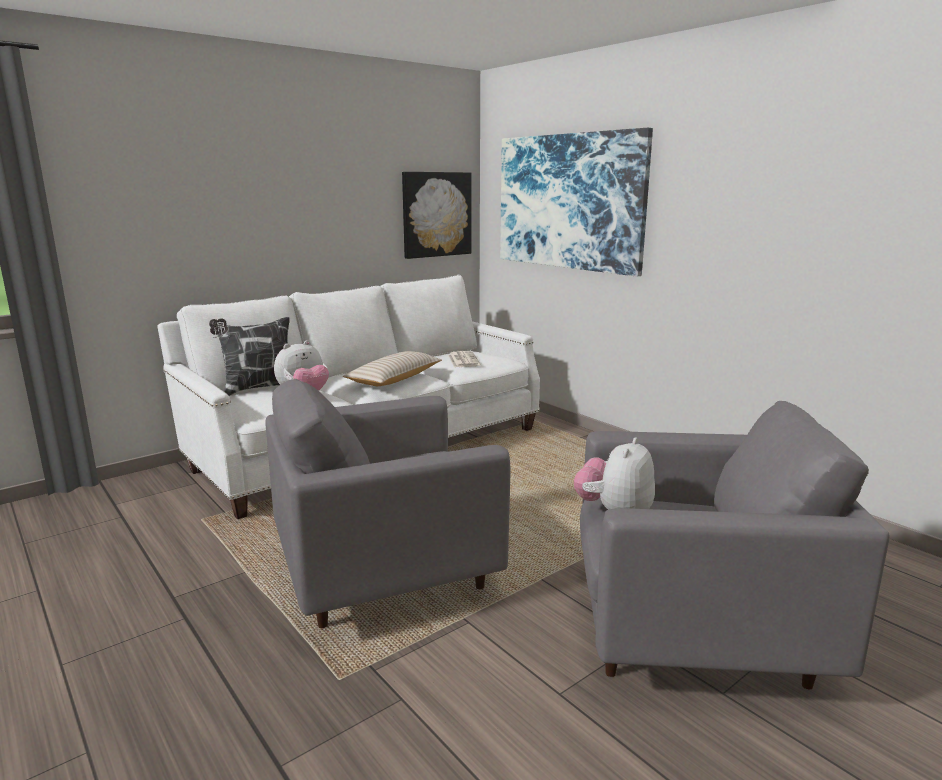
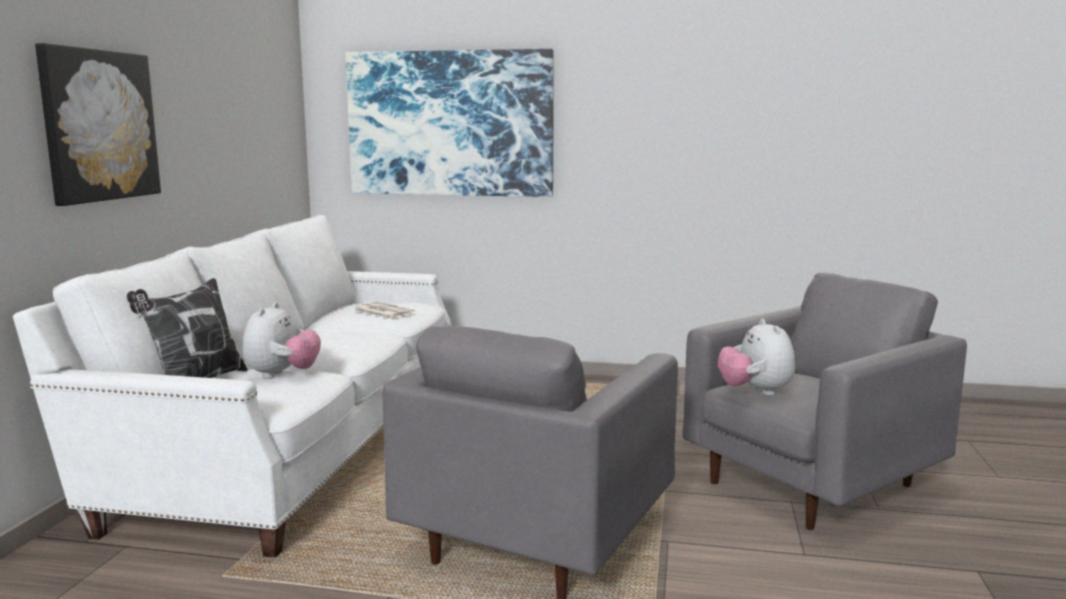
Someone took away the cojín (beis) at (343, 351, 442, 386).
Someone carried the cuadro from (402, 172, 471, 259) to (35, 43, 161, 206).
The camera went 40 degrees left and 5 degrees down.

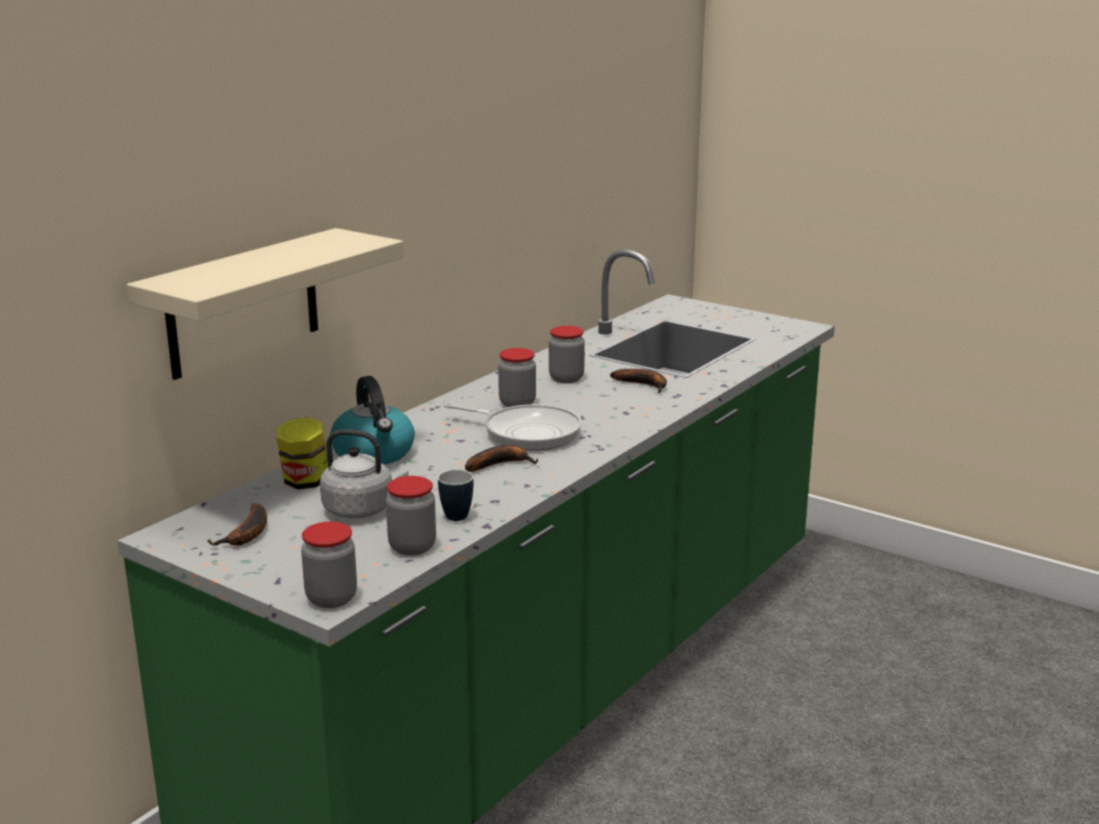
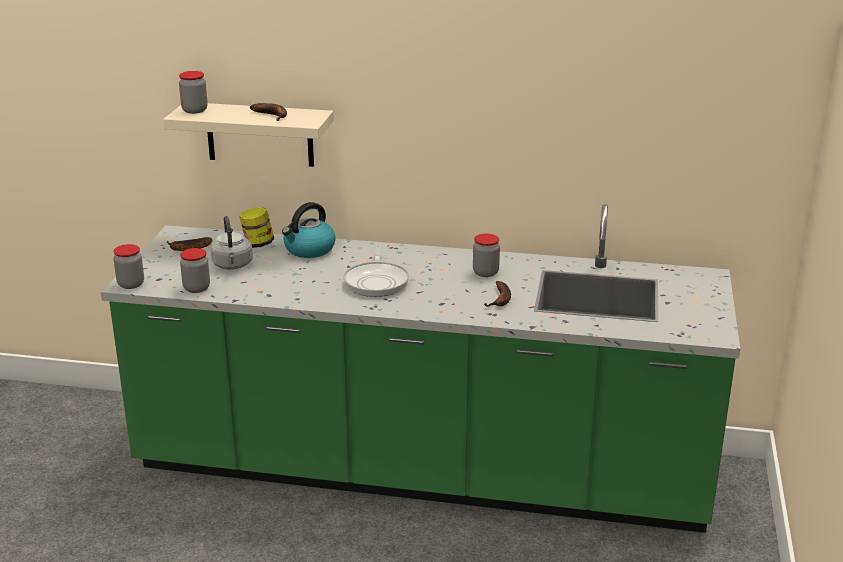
Someone took away the taza grande at (438, 470, 473, 521).
Someone carried the plátano from (465, 445, 538, 472) to (250, 103, 287, 121).
Someone carried the tarro from (498, 348, 536, 407) to (179, 71, 208, 114).
The camera went 65 degrees right and 5 degrees up.

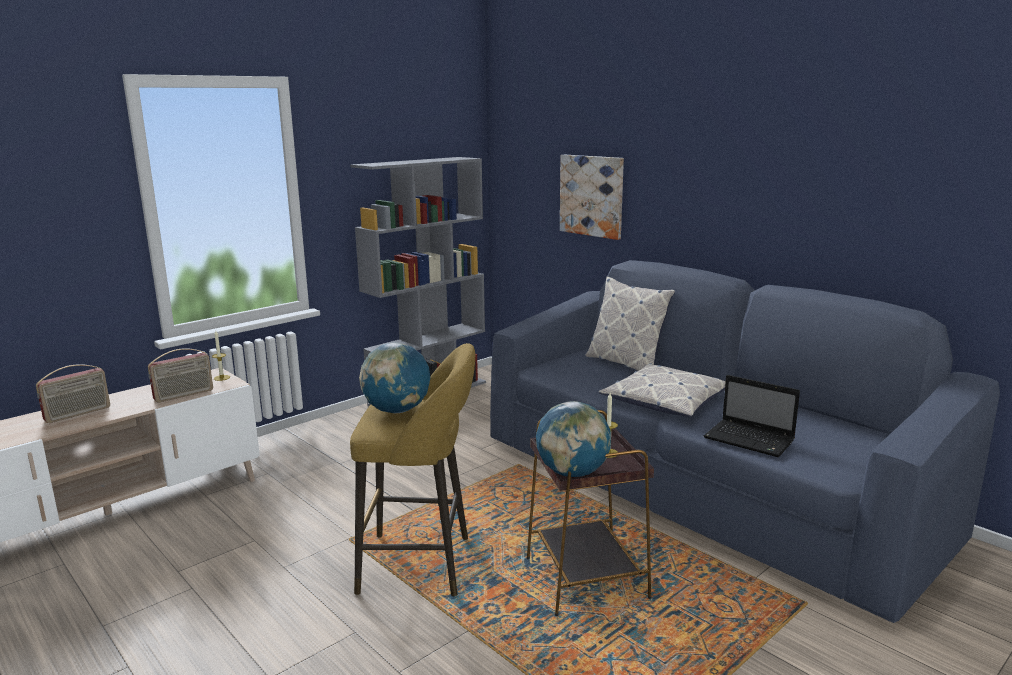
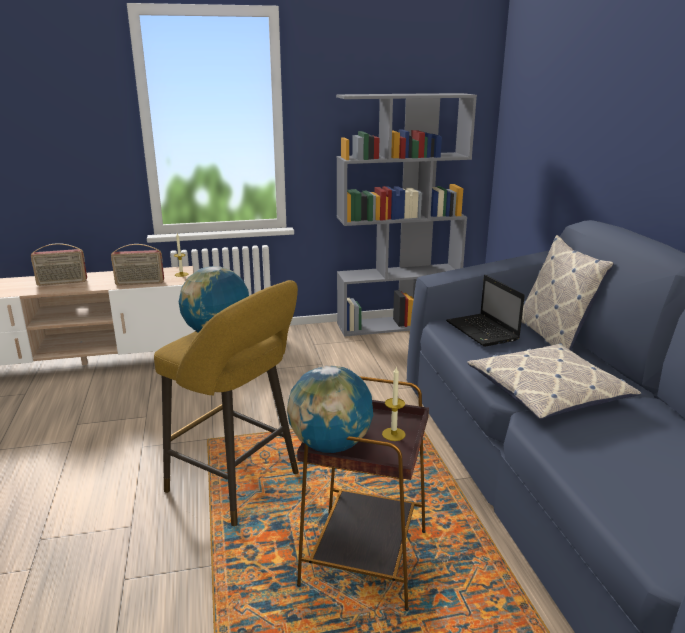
Someone took away the cuadro at (560, 155, 624, 240).
Someone carried the portátil from (704, 375, 800, 457) to (446, 275, 525, 347).
The camera went 30 degrees right and 5 degrees up.

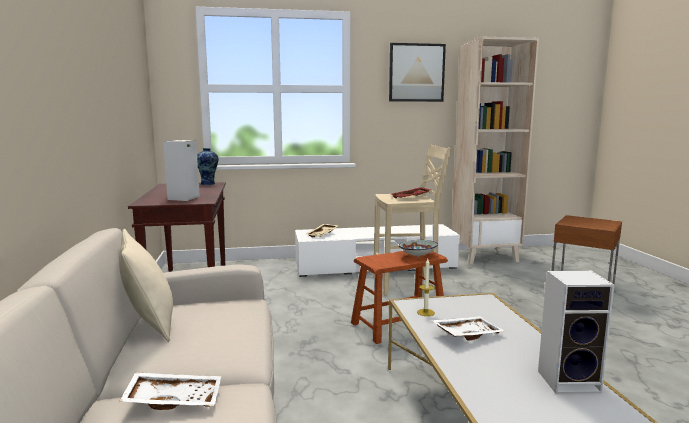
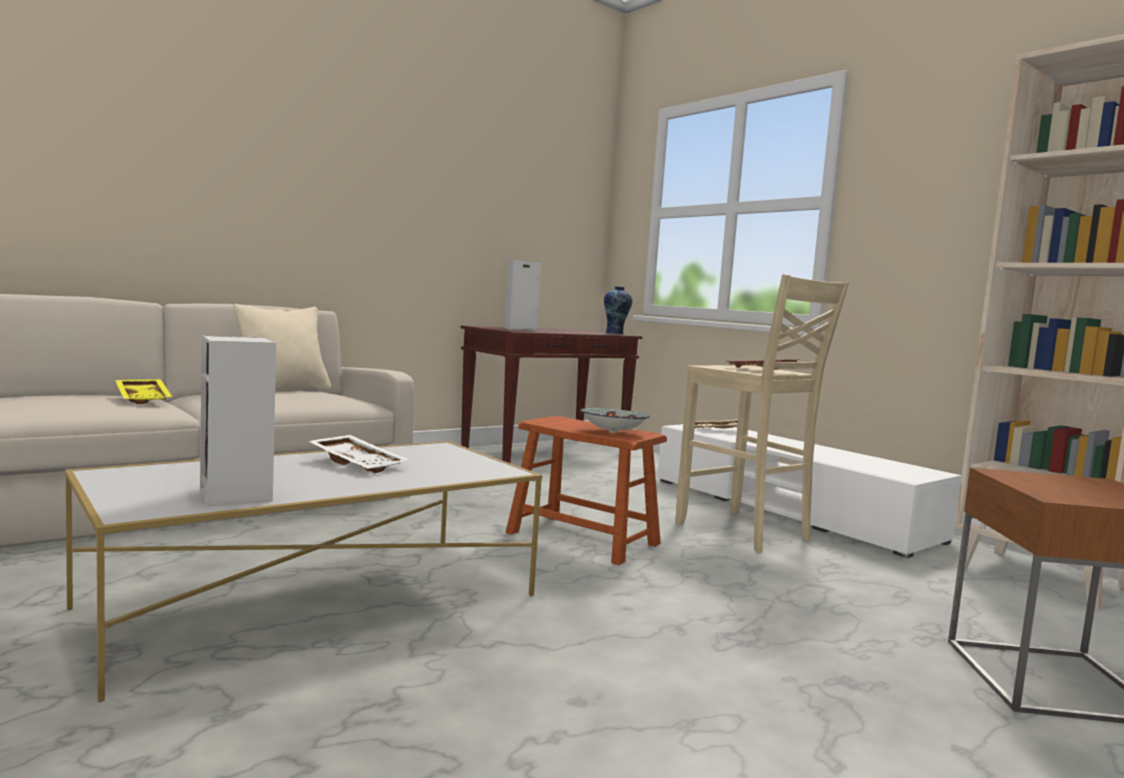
Someone took away the cuadro at (389, 43, 446, 102).
Someone took away the vela at (417, 259, 435, 316).
Someone repainted the bandeja (blanco) at (120, 372, 221, 410), which became the bandeja (amarillo) at (115, 379, 172, 404).
The camera went 60 degrees right and 5 degrees down.

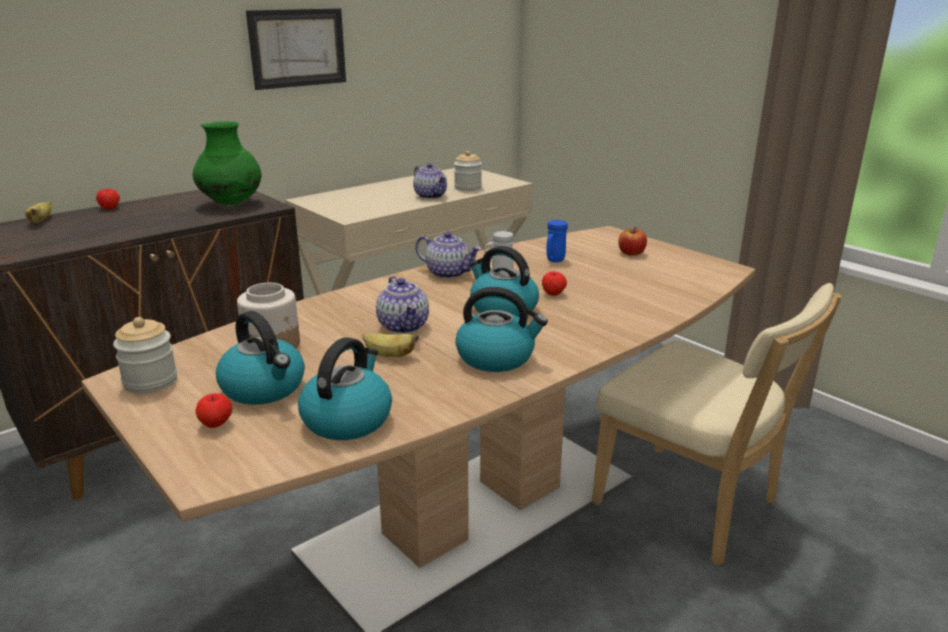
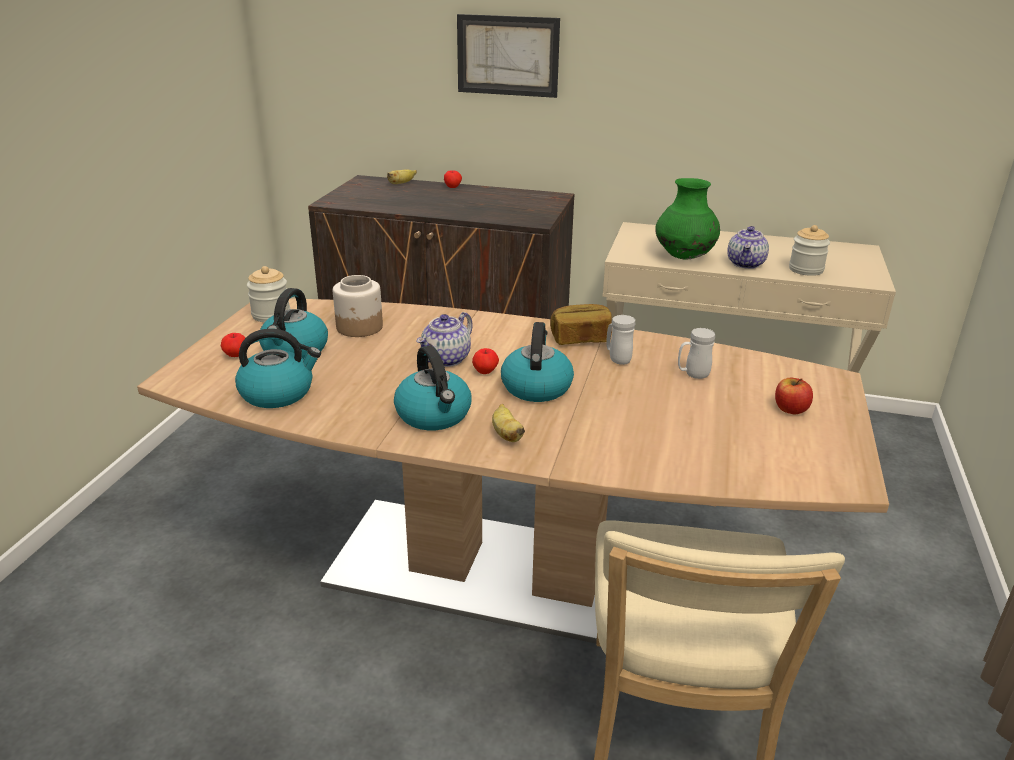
Someone carried the florero (verde) from (193, 121, 262, 205) to (655, 178, 720, 260).
Someone carried the cuadro from (246, 8, 346, 90) to (457, 14, 560, 98).
Someone carried the plátano from (362, 333, 419, 357) to (492, 404, 525, 442).
Someone carried the manzana from (542, 272, 567, 296) to (472, 348, 499, 374).
Someone swapped the tetera at (415, 232, 481, 279) for the pan at (550, 304, 612, 345).
Someone repainted the taza grande (azul) at (547, 220, 568, 262), which became the taza grande (blanco) at (678, 328, 715, 379).
The camera went 55 degrees right and 5 degrees up.

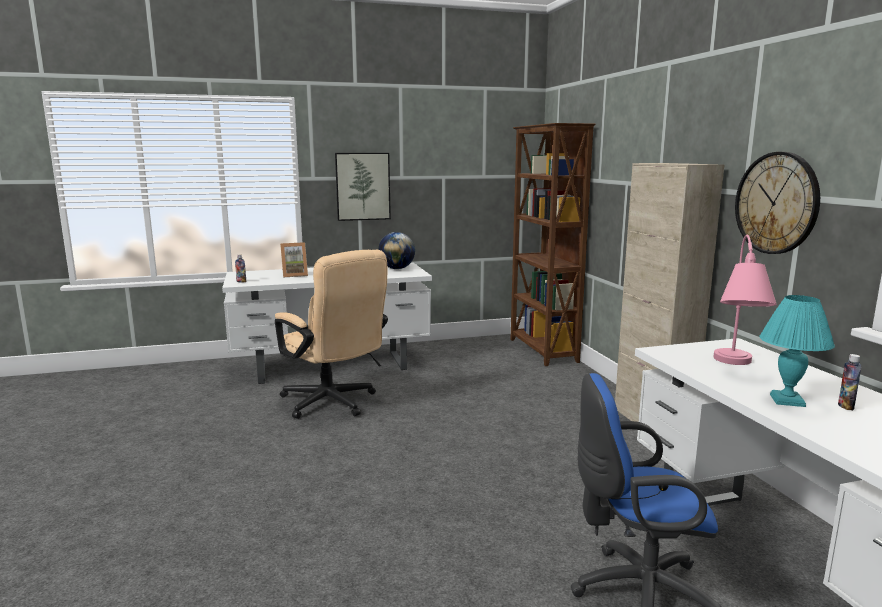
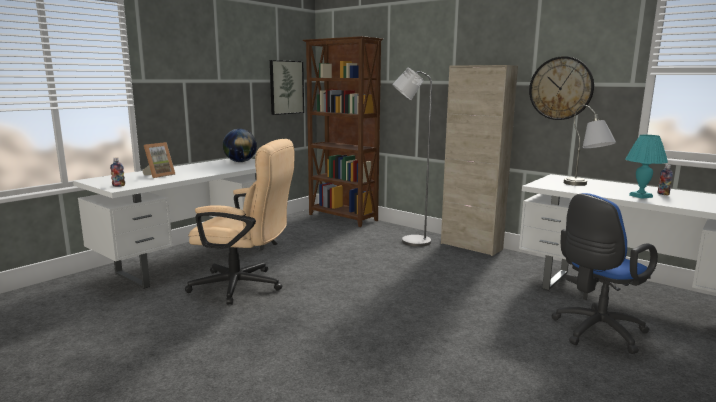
Someone put down the lámpara de pie (gris) at (392, 68, 432, 247).
Someone carried the cuadro from (335, 153, 391, 221) to (270, 60, 304, 115).
Someone repainted the lámpara de mesa (rosa) at (713, 235, 777, 365), which became the lámpara de mesa (gris) at (564, 105, 616, 186).
The camera went 35 degrees left and 0 degrees up.

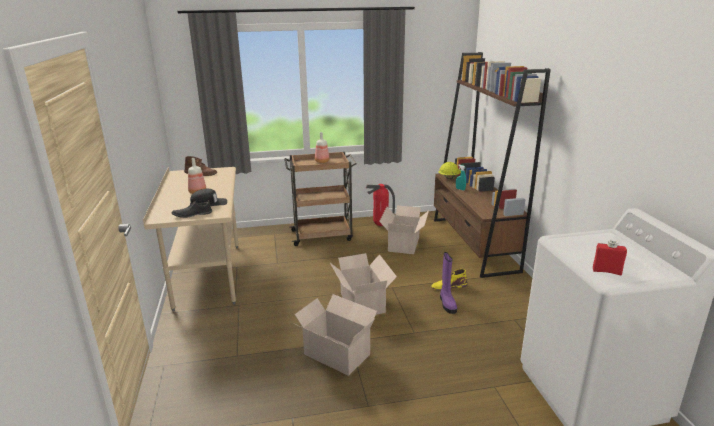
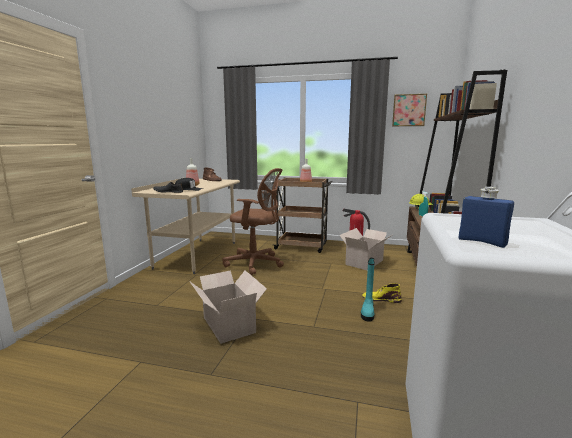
Someone took away the caja de cartón at (330, 253, 397, 315).
Someone put down the silla de oficina (marrón) at (222, 168, 284, 275).
Someone put up the cuadro at (392, 94, 427, 126).
Someone repainted the bota (morado) at (440, 252, 457, 314), which became the bota (turquesa) at (361, 258, 375, 322).
Someone repainted the botella (rojo) at (593, 239, 627, 276), which became the botella (azul) at (459, 187, 514, 248).
The camera went 25 degrees right and 10 degrees down.

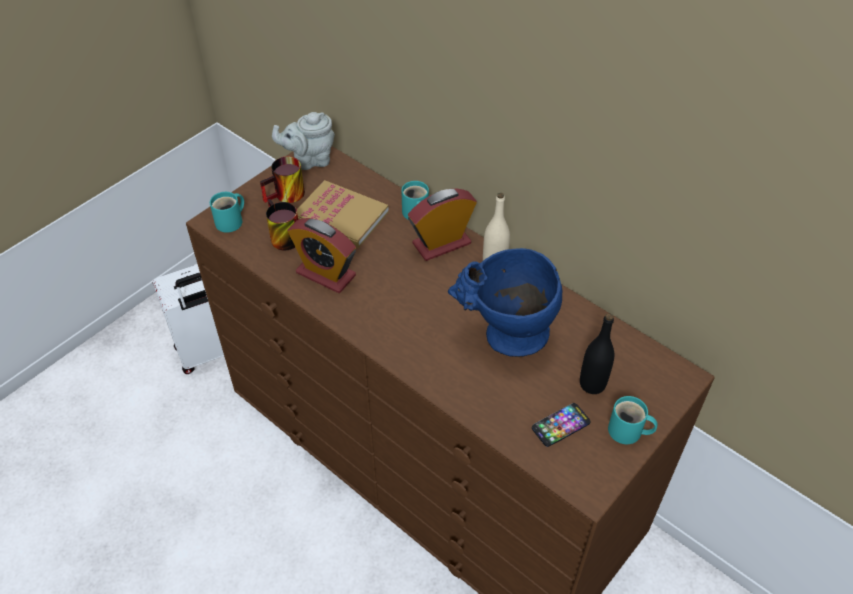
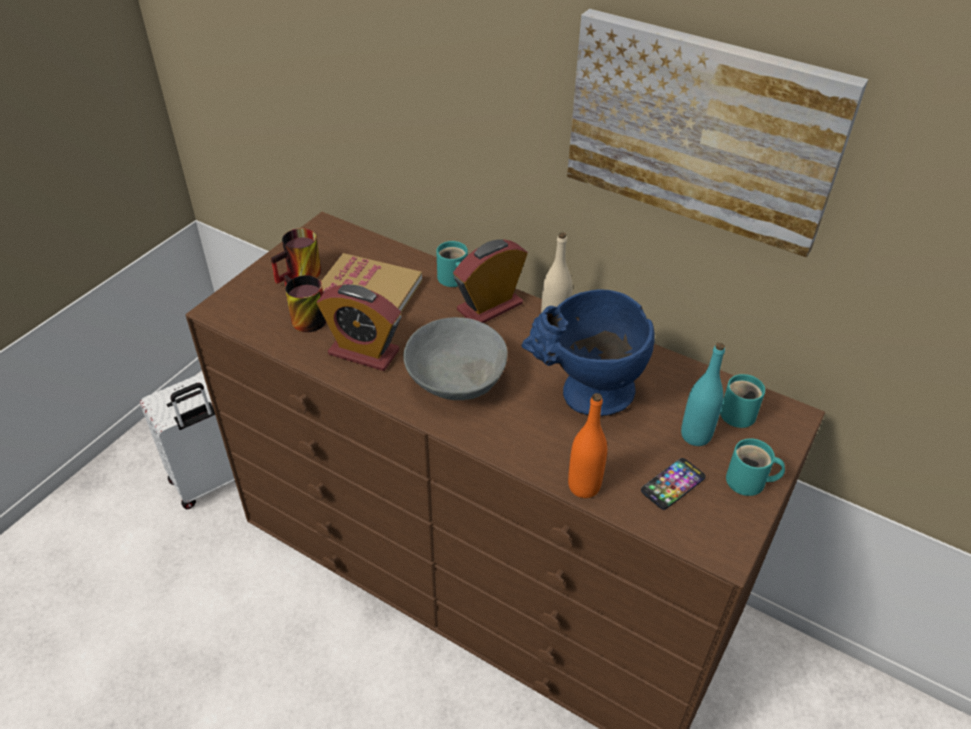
Someone took away the tetera (gris) at (272, 112, 335, 170).
Someone put down the cuenco (gris) at (403, 317, 508, 400).
Someone put up the cuadro at (567, 9, 868, 258).
Someone put down the botella (naranja) at (568, 393, 607, 498).
Someone carried the taza grande (turquesa) from (210, 192, 244, 233) to (720, 374, 765, 428).
Someone repainted the botella (negro) at (580, 313, 615, 394), which became the botella (turquesa) at (681, 343, 725, 446).
The camera went 10 degrees left and 5 degrees down.

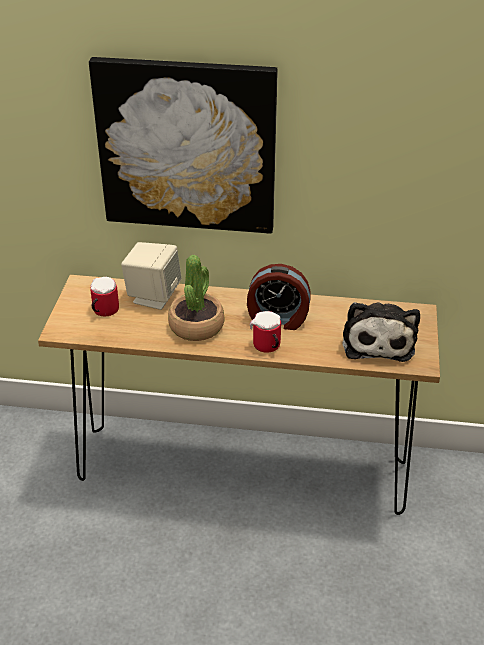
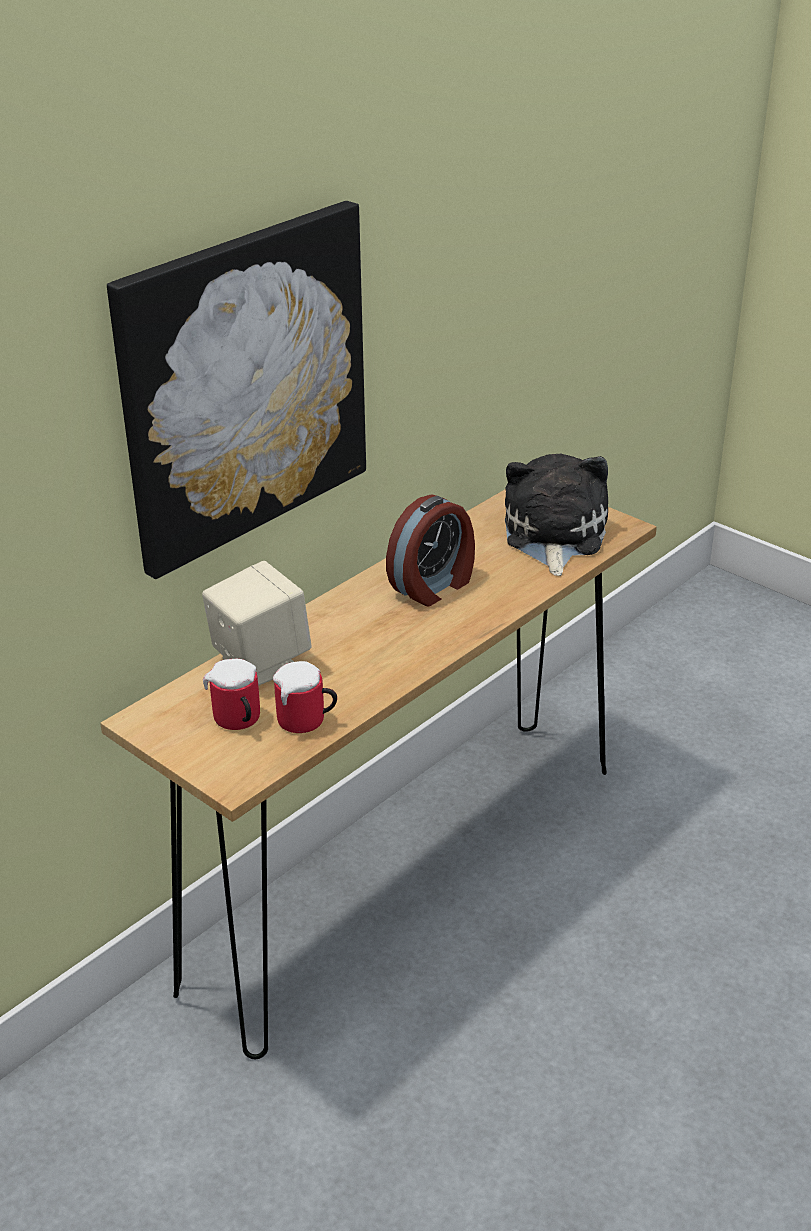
Someone took away the planta en maceta at (168, 255, 224, 341).
Someone carried the taza grande from (250, 311, 281, 353) to (273, 661, 337, 733).
Someone rotated the peluche at (342, 302, 420, 362) by 120 degrees counterclockwise.
The camera went 55 degrees left and 5 degrees down.

